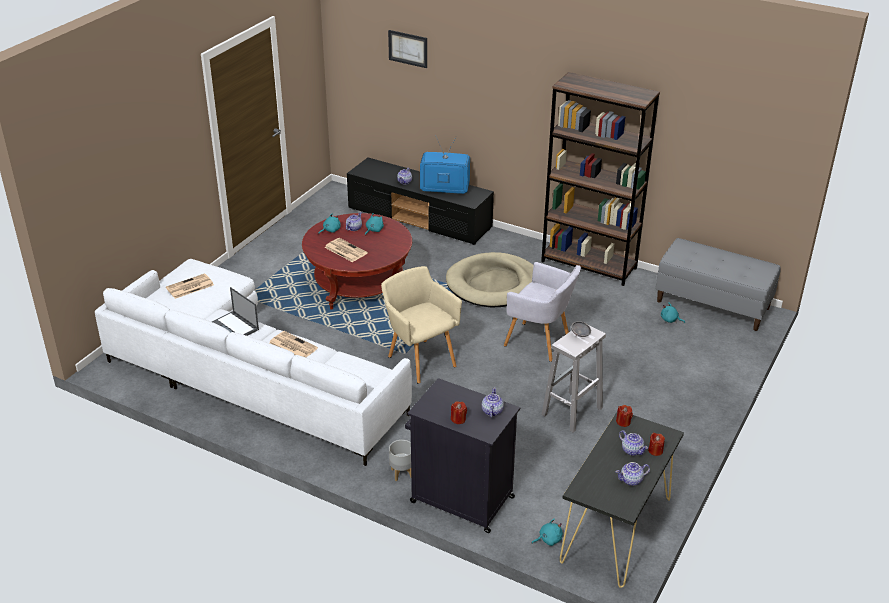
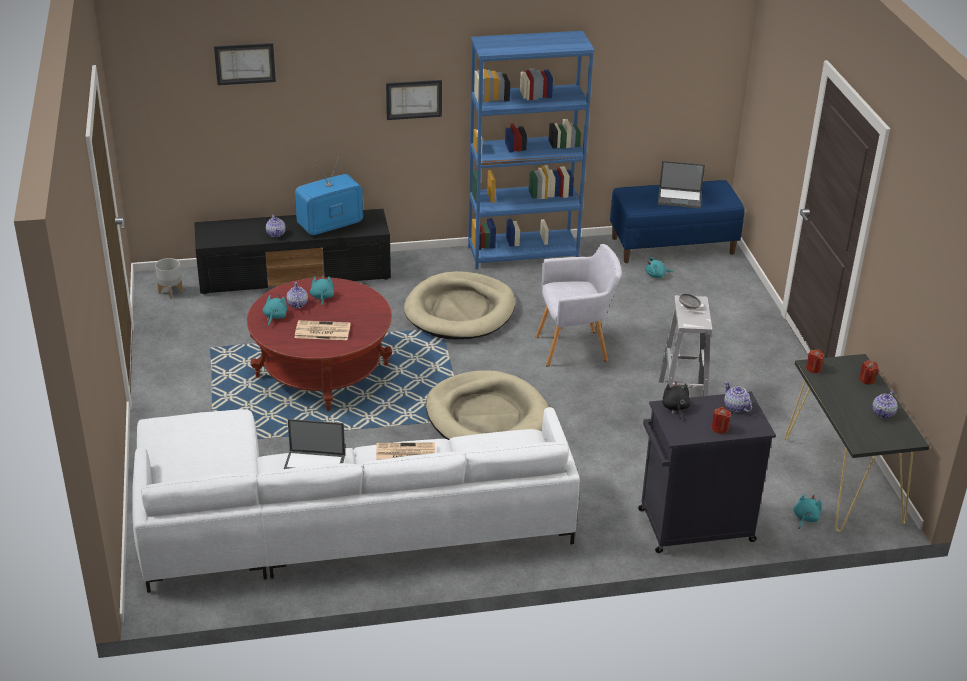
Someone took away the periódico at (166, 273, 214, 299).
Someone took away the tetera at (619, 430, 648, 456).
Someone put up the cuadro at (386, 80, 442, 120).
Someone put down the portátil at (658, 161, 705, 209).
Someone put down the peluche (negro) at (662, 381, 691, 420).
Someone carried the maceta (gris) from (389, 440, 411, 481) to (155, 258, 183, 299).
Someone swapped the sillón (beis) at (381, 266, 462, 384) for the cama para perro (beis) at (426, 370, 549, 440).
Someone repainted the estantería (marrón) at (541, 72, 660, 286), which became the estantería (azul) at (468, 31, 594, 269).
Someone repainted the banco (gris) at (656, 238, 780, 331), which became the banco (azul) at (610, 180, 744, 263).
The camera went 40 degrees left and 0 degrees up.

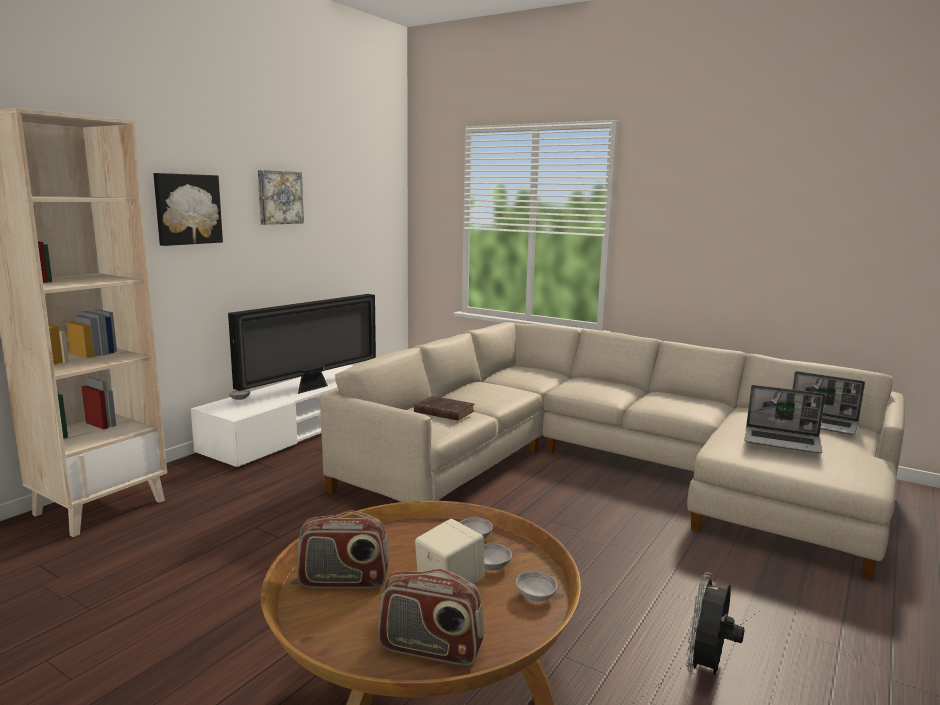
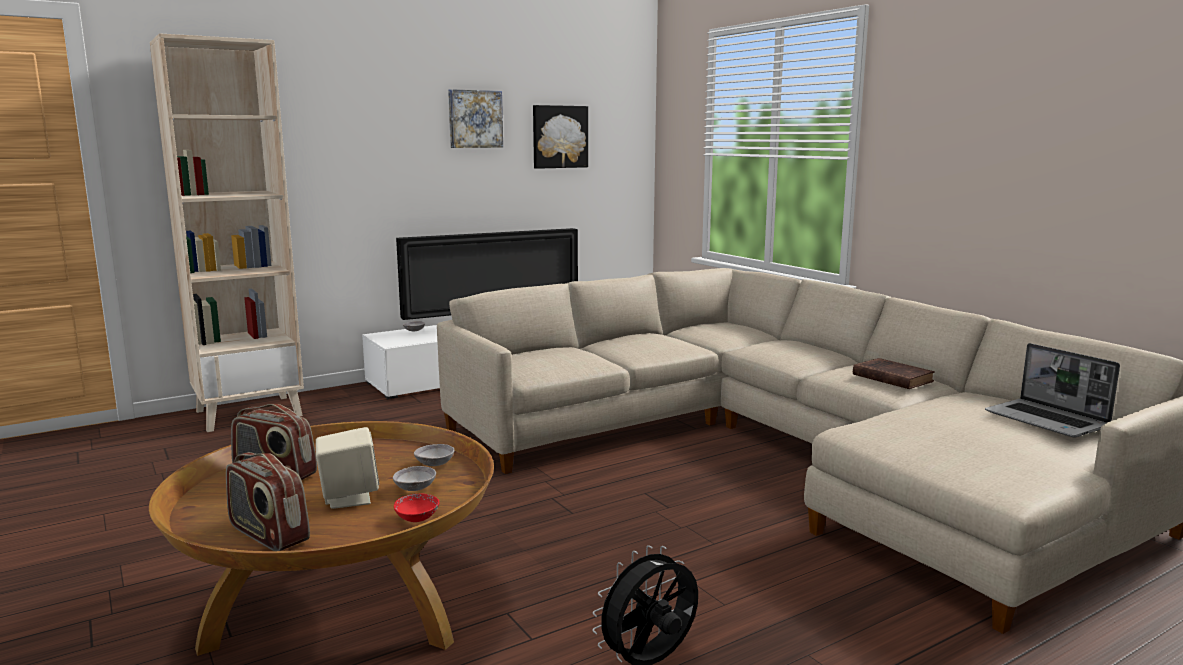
Someone took away the portátil at (744, 385, 825, 453).
Someone carried the cuadro from (153, 173, 223, 246) to (533, 105, 588, 169).
Someone carried the libro (marrón) from (414, 396, 474, 421) to (853, 358, 935, 389).
Someone repainted the cuenco (gris) at (516, 571, 557, 602), which became the cuenco (rojo) at (394, 494, 439, 522).
The camera went 25 degrees right and 0 degrees up.

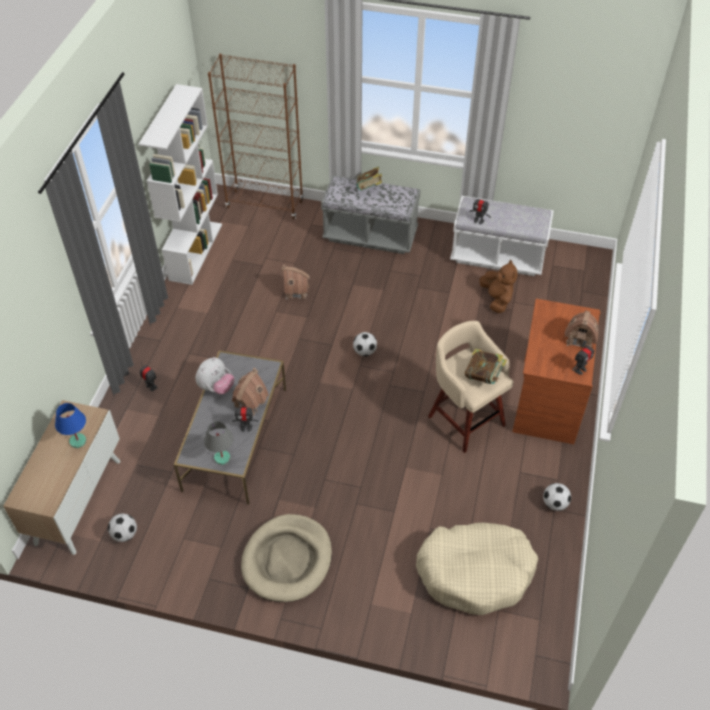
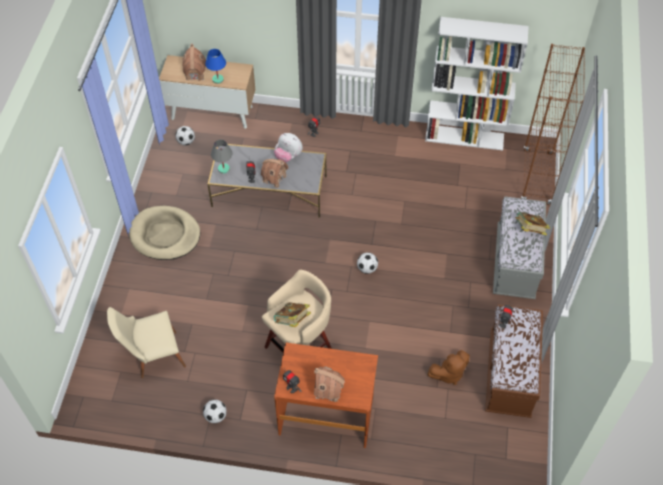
Someone carried the casita from (282, 265, 310, 299) to (182, 44, 206, 81).
Someone swapped the cama para perro (beis) at (416, 522, 538, 615) for the silla (beis) at (107, 307, 186, 378).
Someone repainted the banco (blanco) at (450, 196, 554, 276), which became the banco (marrón) at (485, 305, 543, 418).
The camera went 85 degrees right and 5 degrees up.

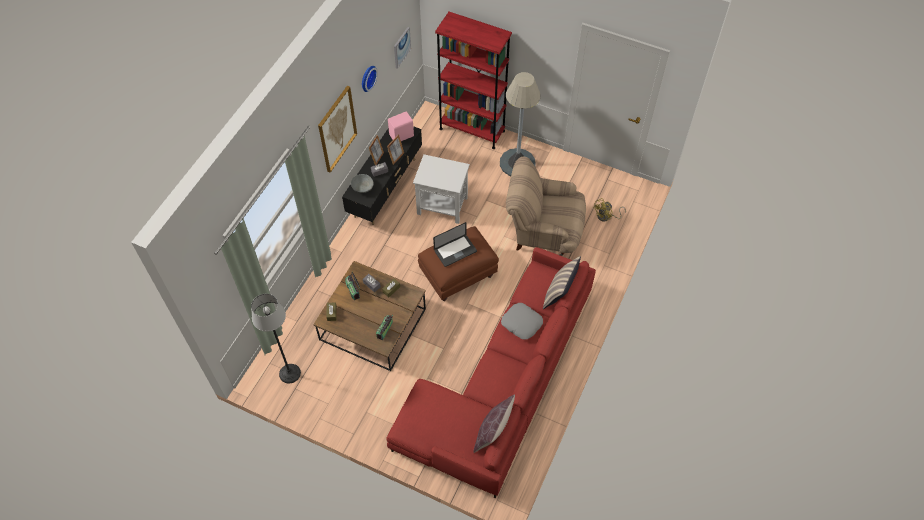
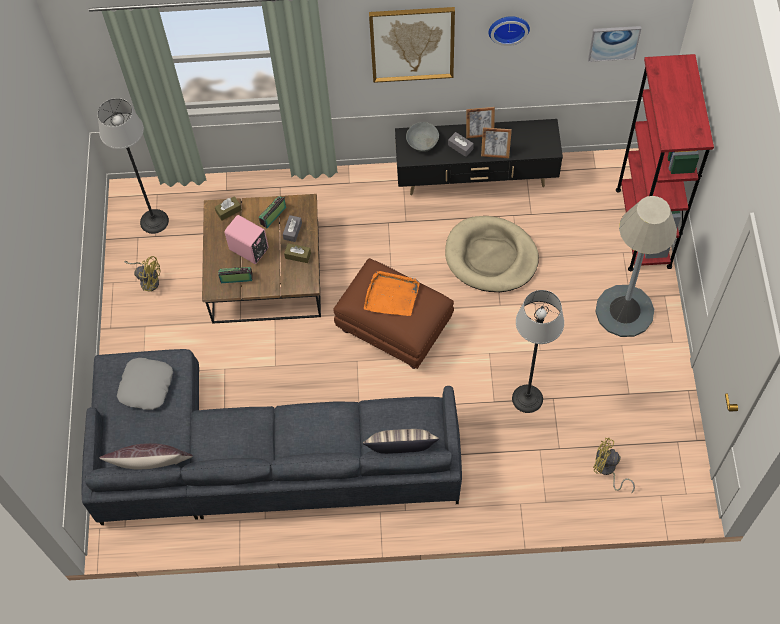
Someone put down the ventilador (amarillo) at (124, 256, 161, 292).
Someone carried the altavoz (rosa) from (388, 111, 414, 141) to (225, 215, 268, 264).
Someone carried the cojín (gris) from (501, 303, 543, 340) to (117, 358, 173, 410).
Someone swapped the mesa auxiliar (blanco) at (413, 154, 470, 224) for the cama para perro (beis) at (445, 216, 539, 292).
Someone swapped the portátil at (433, 222, 477, 267) for the bandeja (naranja) at (364, 271, 420, 316).
Someone swapped the sillón (beis) at (506, 157, 586, 256) for the lámpara de pie at (512, 290, 564, 413).
Someone repainted the sofá (rojo) at (386, 247, 596, 498), which became the sofá (gris) at (81, 349, 462, 525).
The camera went 65 degrees right and 5 degrees up.

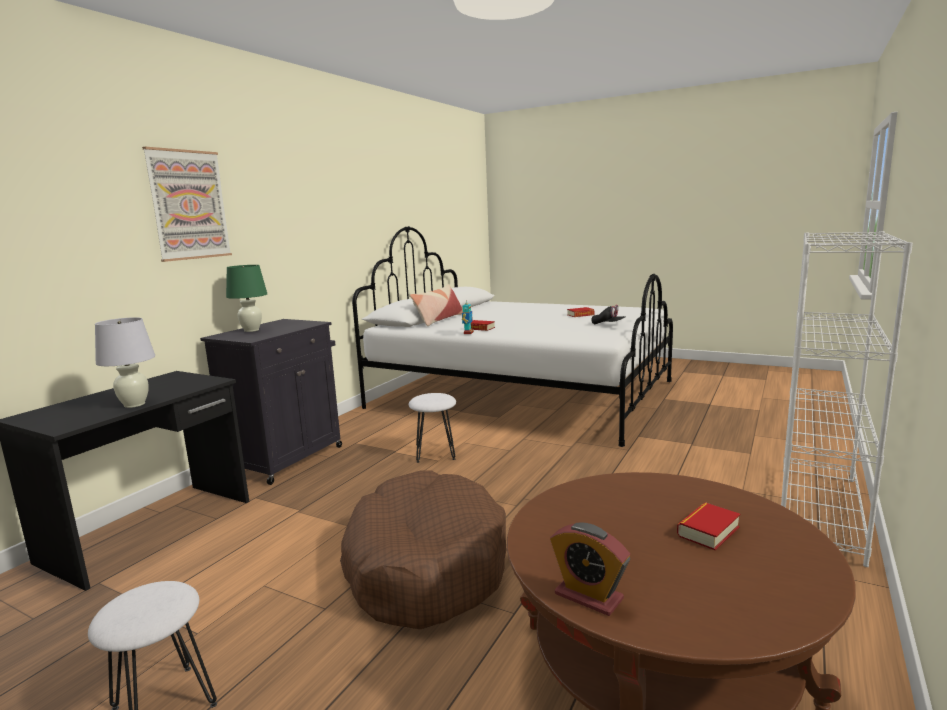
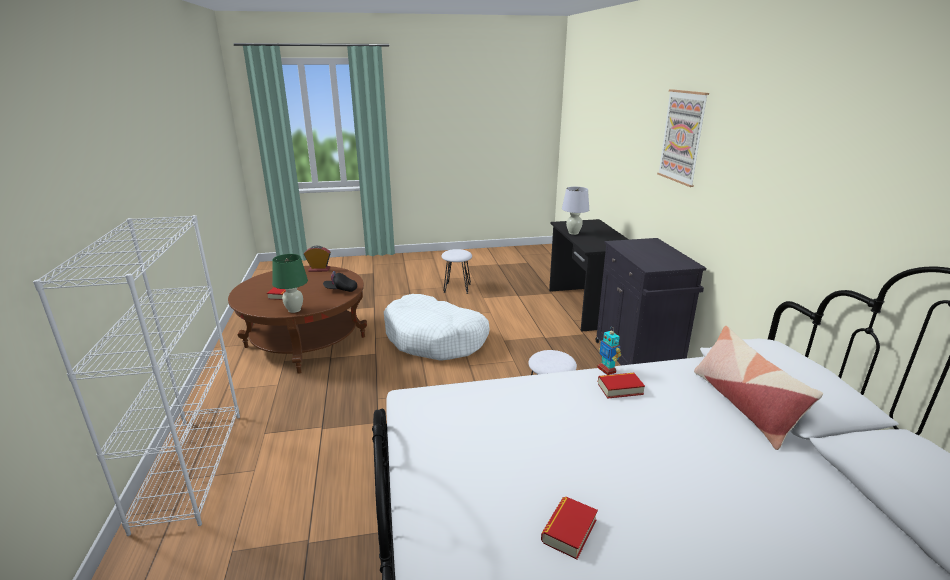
Someone carried the lámpara de mesa (verde) from (226, 265, 268, 332) to (272, 254, 308, 313).
Someone carried the gorra (negro) from (591, 305, 626, 325) to (323, 271, 357, 292).
Someone repainted the cama para perro (marrón) at (340, 471, 507, 629), which became the cama para perro (blanco) at (384, 294, 490, 360).
The camera went 140 degrees right and 10 degrees up.

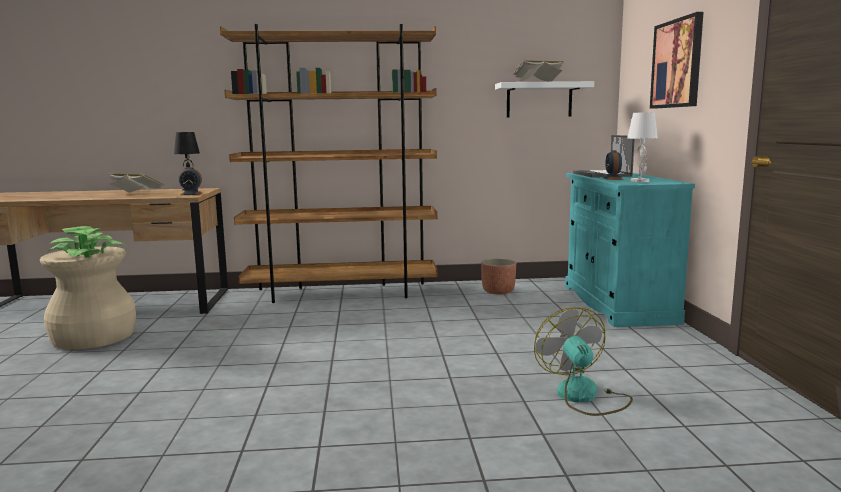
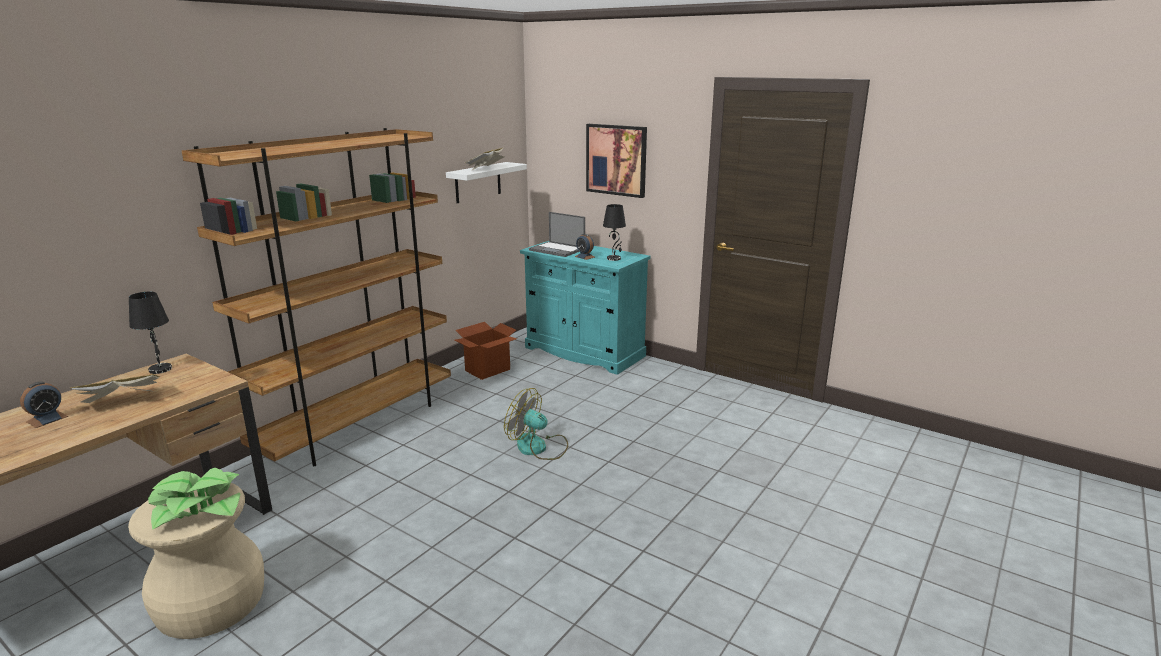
Someone carried the despertador from (178, 167, 202, 195) to (20, 382, 68, 428).
Someone carried the ventilador from (534, 307, 633, 416) to (504, 388, 568, 460).
Someone swapped the maceta at (481, 258, 516, 294) for the caja de cartón at (455, 322, 517, 380).
Someone repainted the lámpara de mesa (blanco) at (627, 112, 658, 182), which became the lámpara de mesa (negro) at (603, 204, 626, 261).
The camera went 50 degrees left and 10 degrees up.

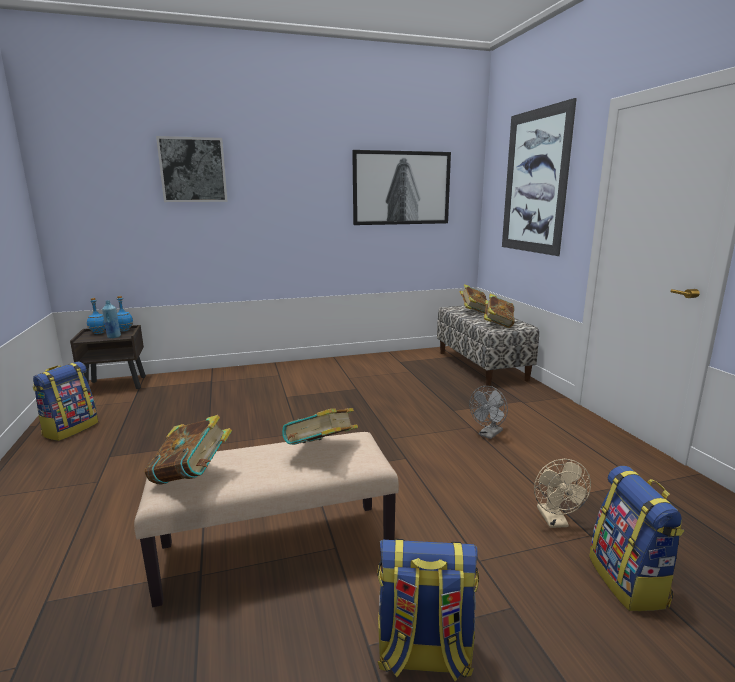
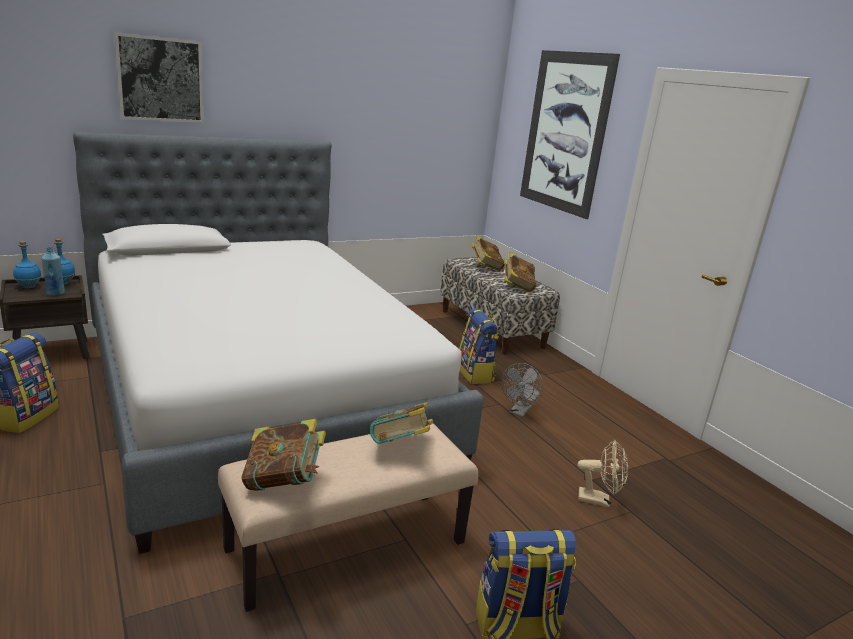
Someone took away the cuadro at (352, 150, 451, 225).
Someone put down the cama at (73, 132, 483, 554).
Someone carried the mochila from (589, 466, 684, 611) to (459, 308, 499, 384).
Someone rotated the ventilador (beis) at (534, 459, 591, 528) by 60 degrees counterclockwise.
The camera went 15 degrees left and 5 degrees up.

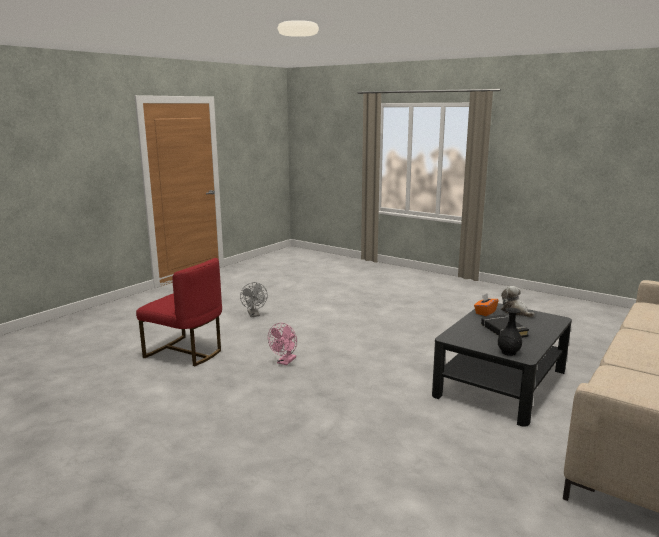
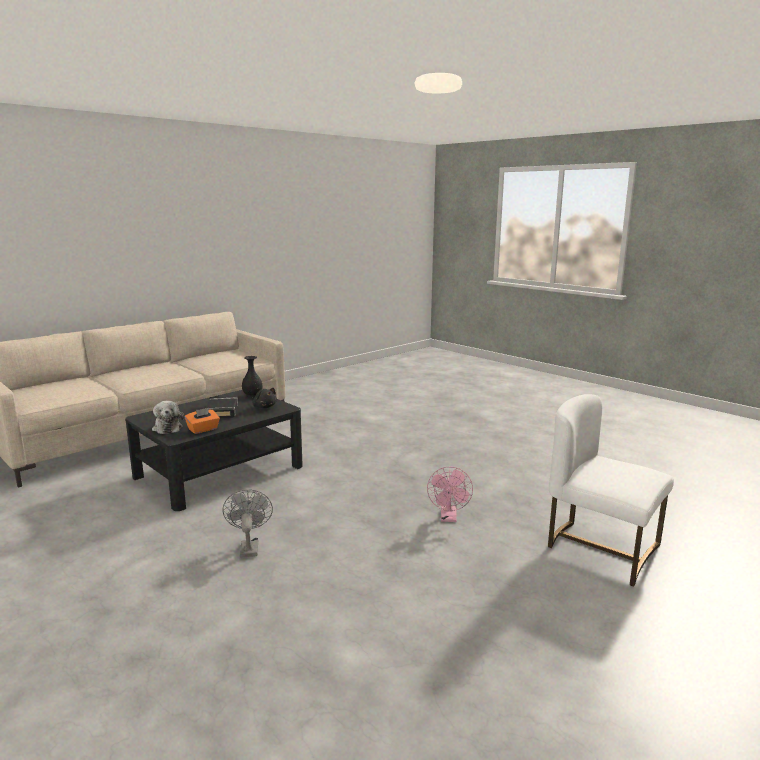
Someone put down the peluche (negro) at (253, 388, 277, 408).
Someone carried the ventilador (gris) from (240, 282, 268, 317) to (223, 490, 273, 558).
Someone repainted the silla (rojo) at (136, 258, 222, 366), which became the silla (blanco) at (548, 394, 674, 587).
Someone rotated the ventilador (rosa) at (268, 323, 297, 365) by 150 degrees clockwise.
The camera went 170 degrees left and 0 degrees up.

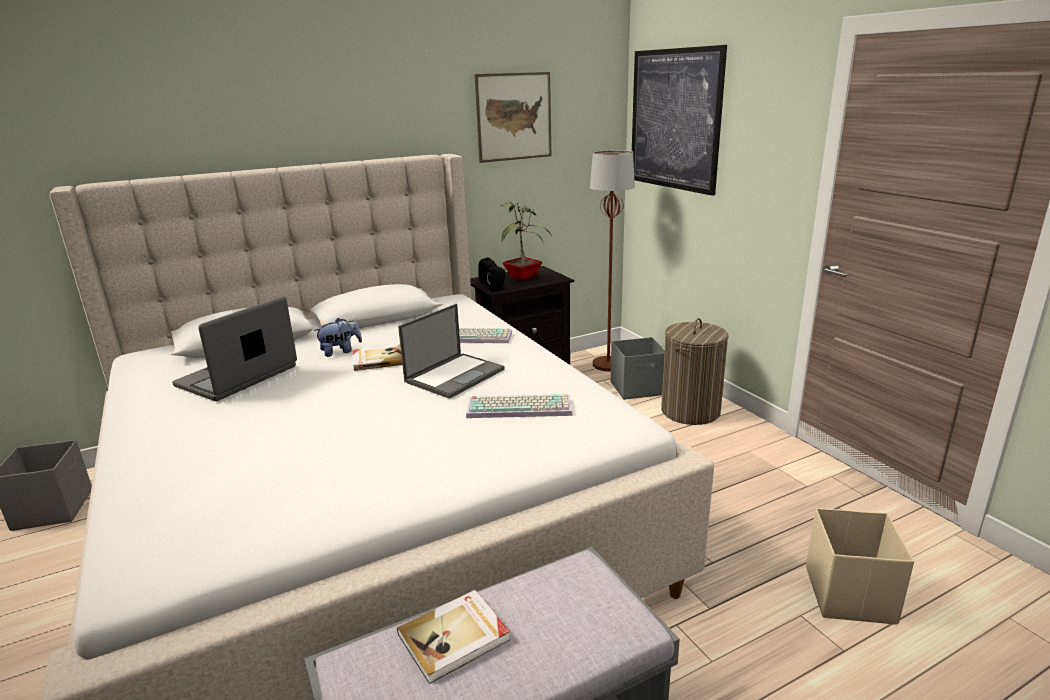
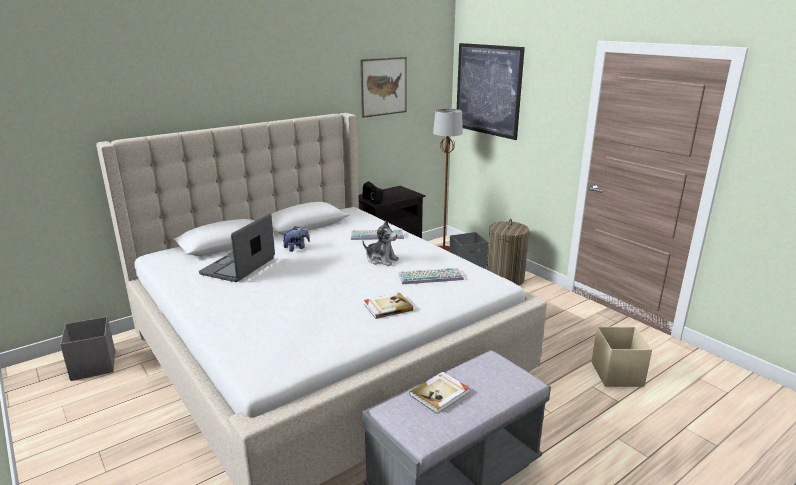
Someone took away the planta en maceta at (499, 200, 553, 280).
Someone carried the libro from (353, 344, 402, 371) to (364, 293, 413, 319).
Someone swapped the portátil at (398, 304, 505, 399) for the peluche at (362, 220, 399, 266).
The camera went 10 degrees left and 0 degrees up.

